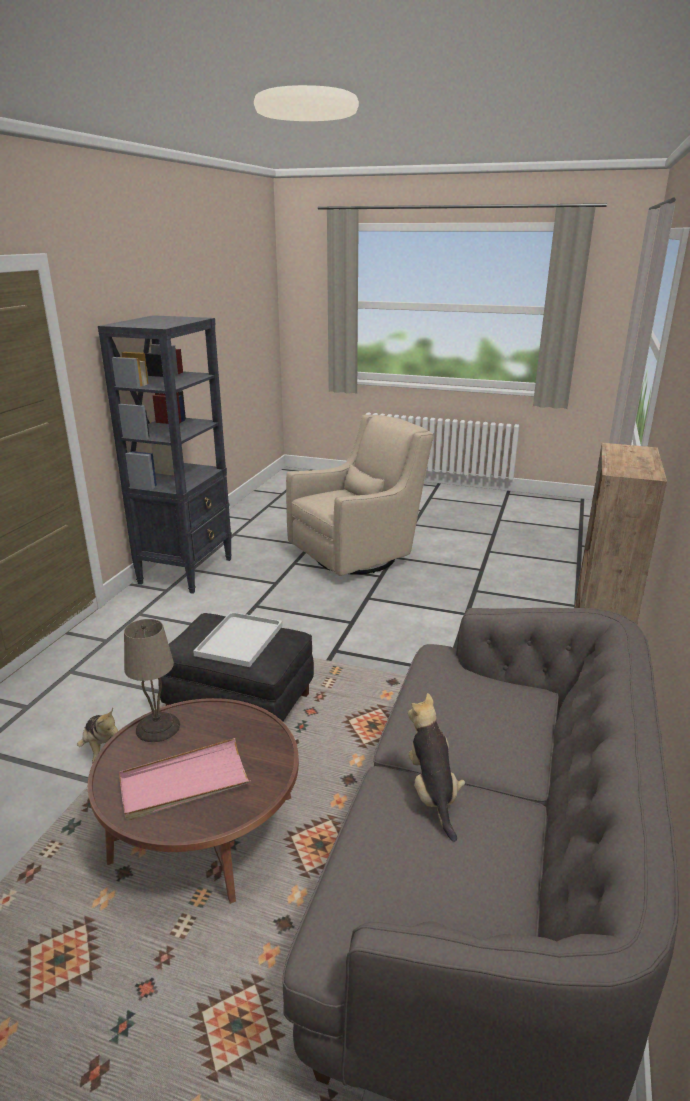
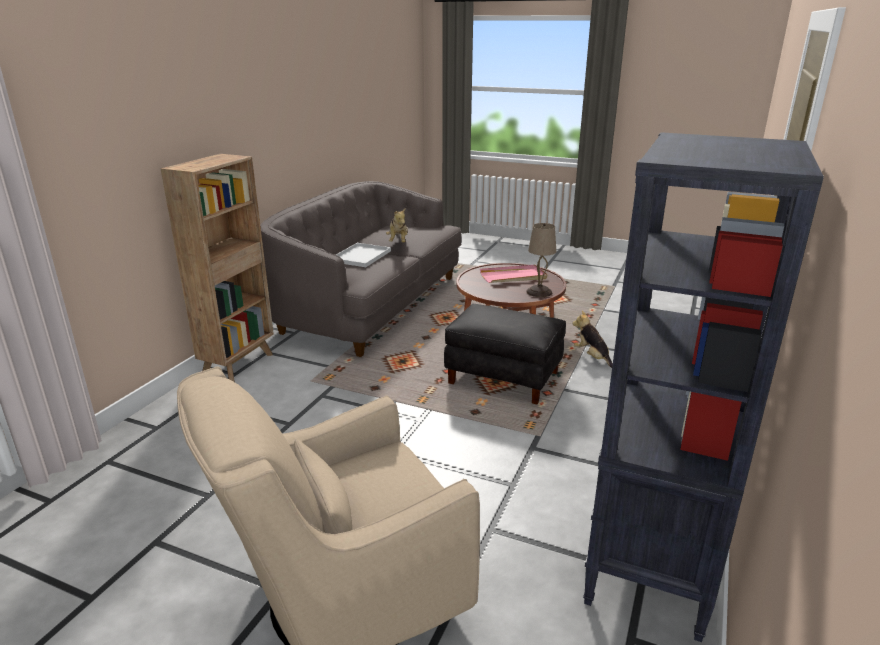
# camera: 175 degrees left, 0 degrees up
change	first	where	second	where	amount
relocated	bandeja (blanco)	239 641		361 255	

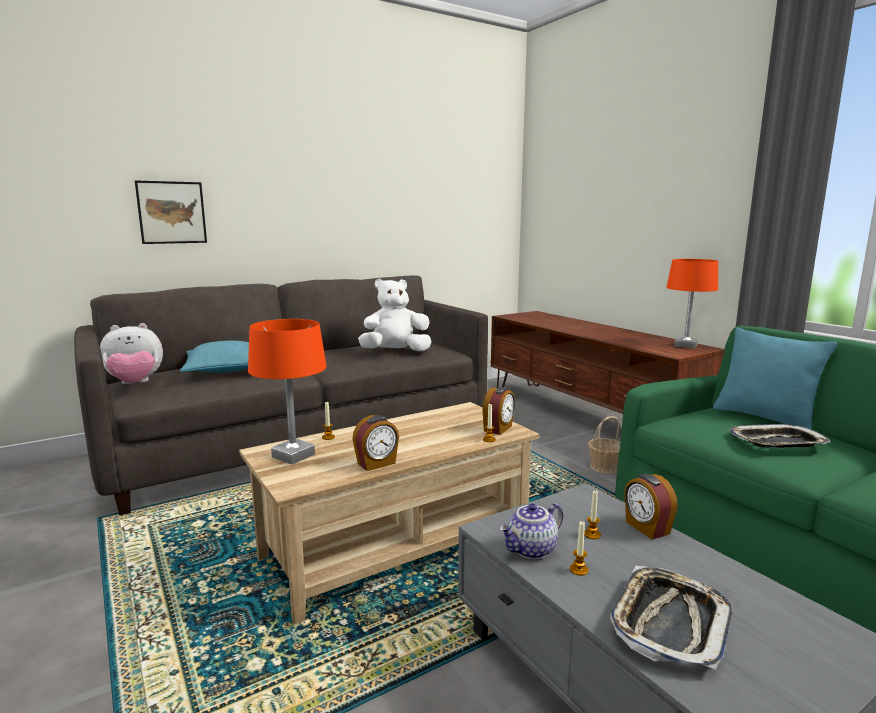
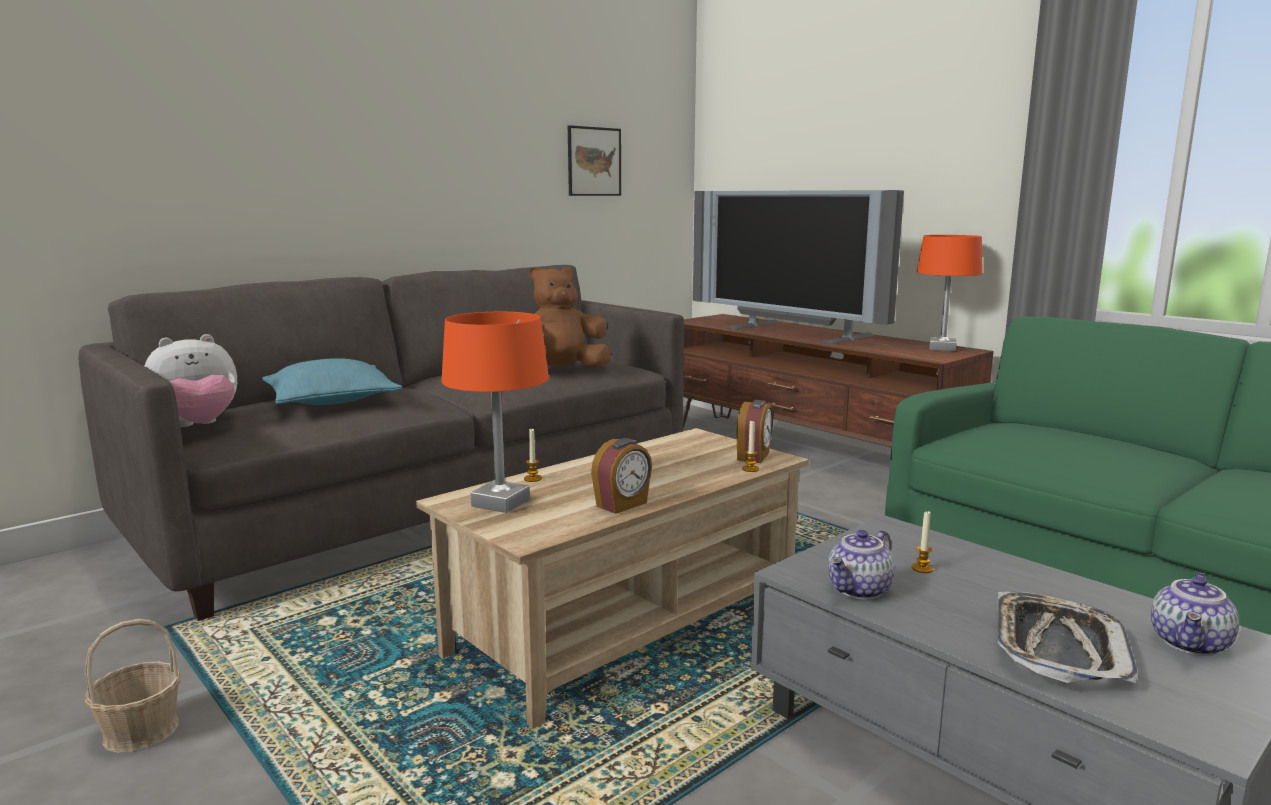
# camera: 10 degrees left, 0 degrees up
change	first	where	second	where	amount
relocated	cuadro	172 212		594 161	
colour	peluche (blanco)	395 352	peluche (marrón)	561 370	
missing	cojín (turquesa)	764 418			
relocated	cesta	604 467		140 731	
missing	bandeja	777 443			
missing	despertador	646 528			
missing	vela	578 570			
appeared			televisor	790 333	
appeared			tetera	1191 644	

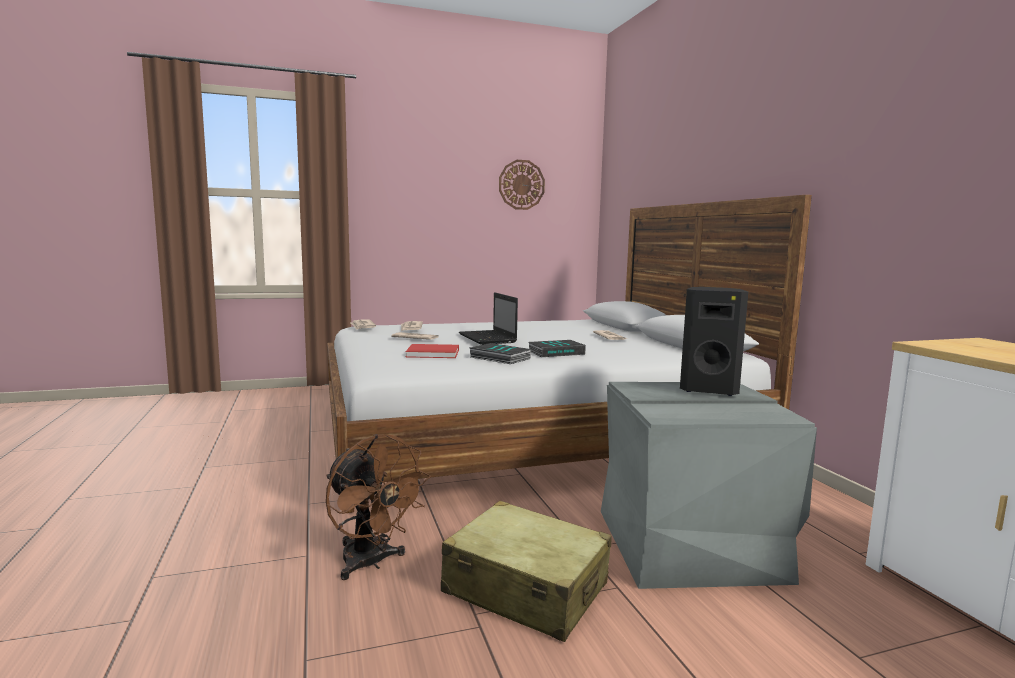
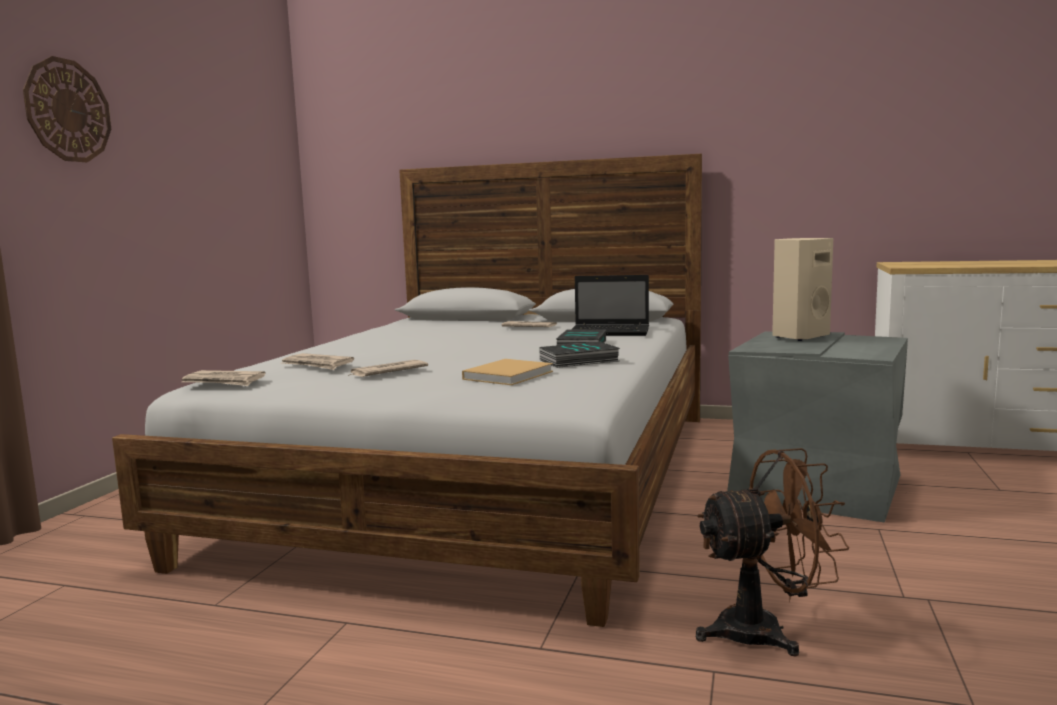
# camera: 55 degrees left, 0 degrees up
change	first	where	second	where	amount
relocated	reloj de pared	521 185		68 110	
colour	altavoz (negro)	708 389	altavoz (beis)	798 337	
relocated	portátil	488 339		611 332	
colour	libro (rojo)	434 353	libro (beis)	510 375	
missing	maleta (beis)	526 589			

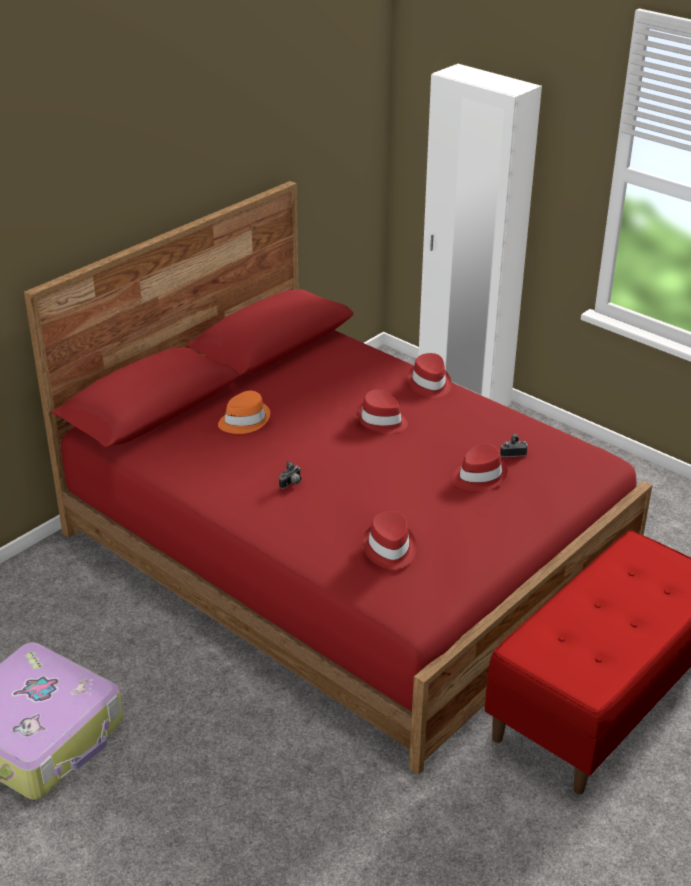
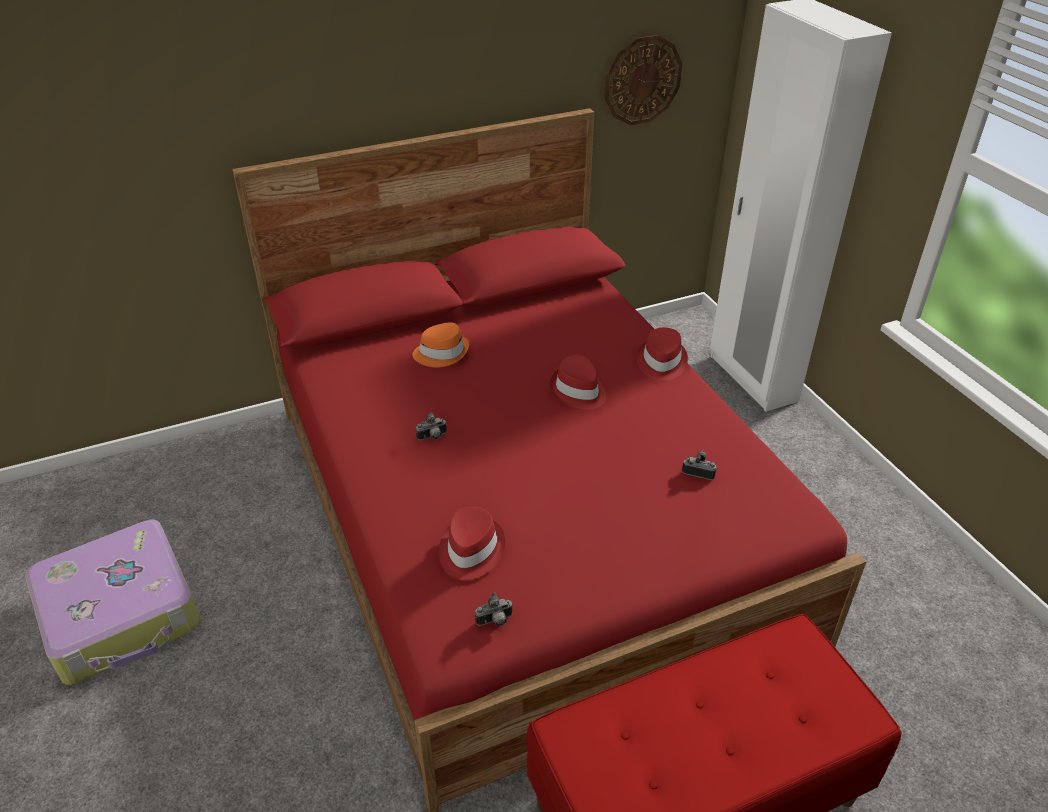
# camera: 25 degrees right, 5 degrees up
change	first	where	second	where	amount
missing	sombrero (rojo)	478 476			
appeared			reloj de pared	642 80	
appeared			cámara	495 621	

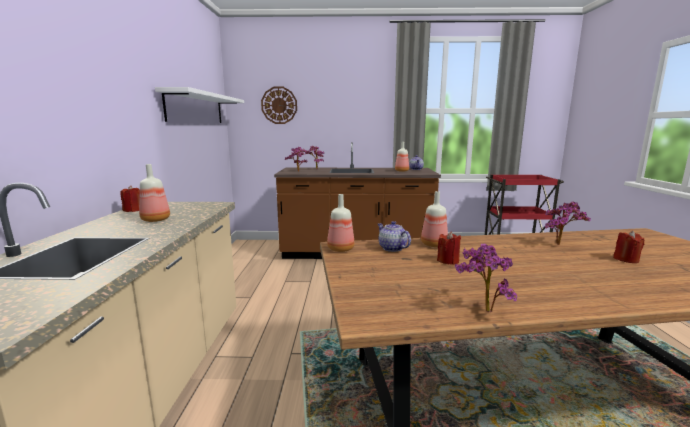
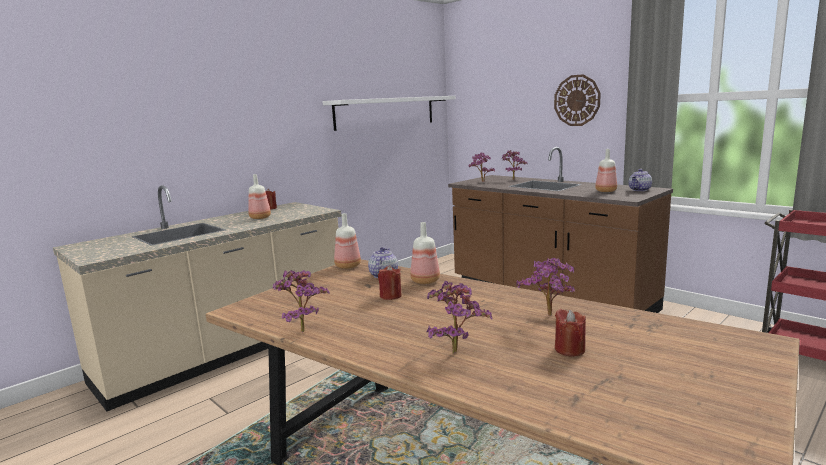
# camera: 45 degrees right, 0 degrees up
change	first	where	second	where	amount
relocated	reloj de pared	279 105		577 100	
appeared			planta en maceta	455 350	

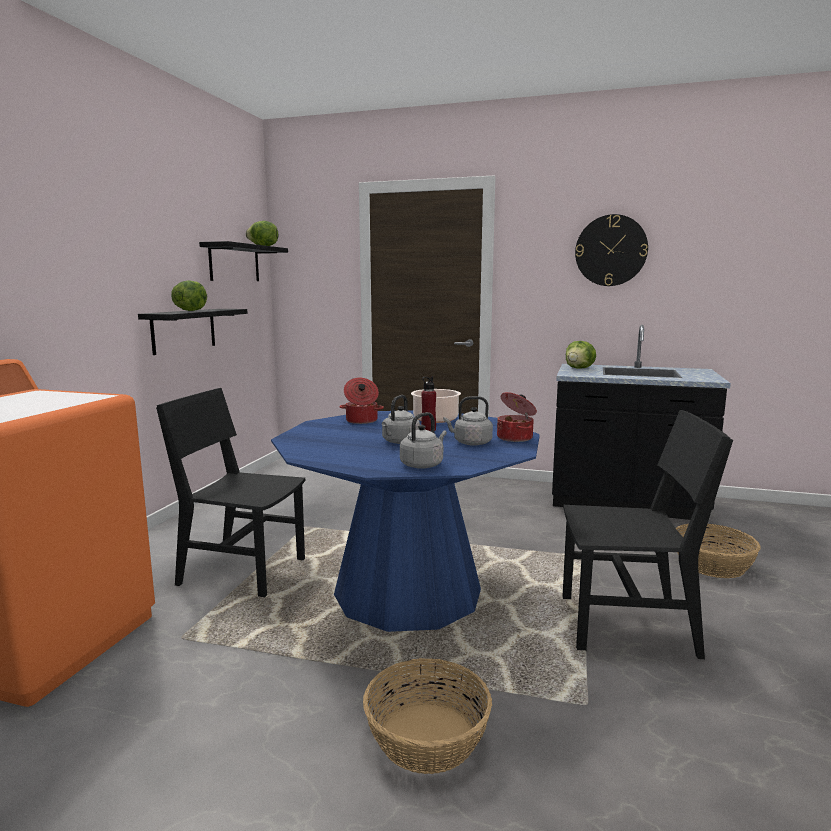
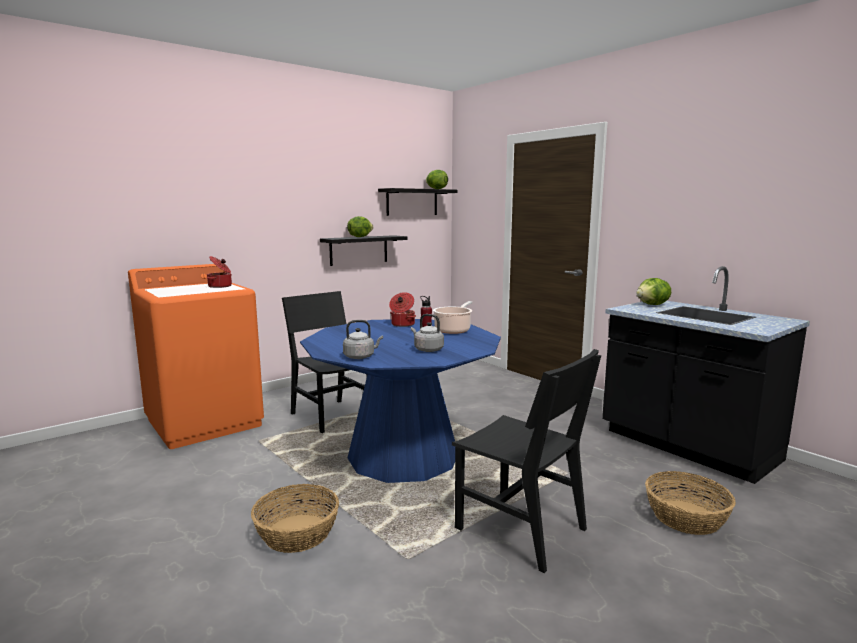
# camera: 35 degrees right, 0 degrees up
change	first	where	second	where	amount
missing	reloj de pared	611 250			
relocated	olla	515 438		220 286	
missing	hervidor (gris)	399 442			

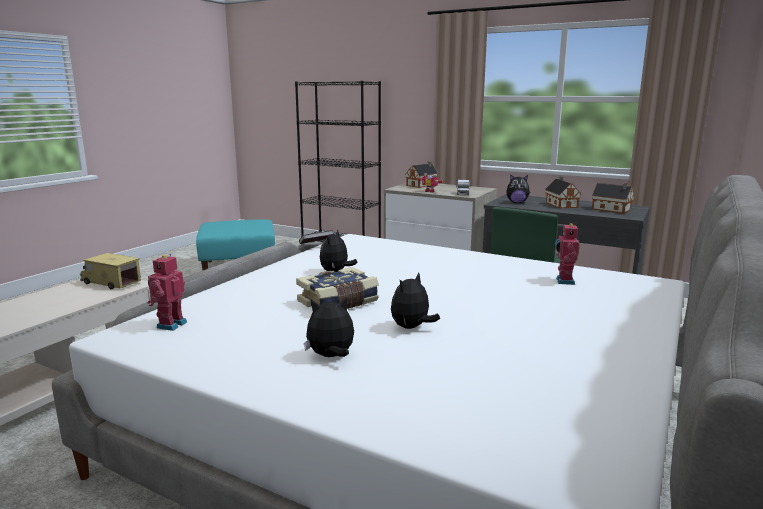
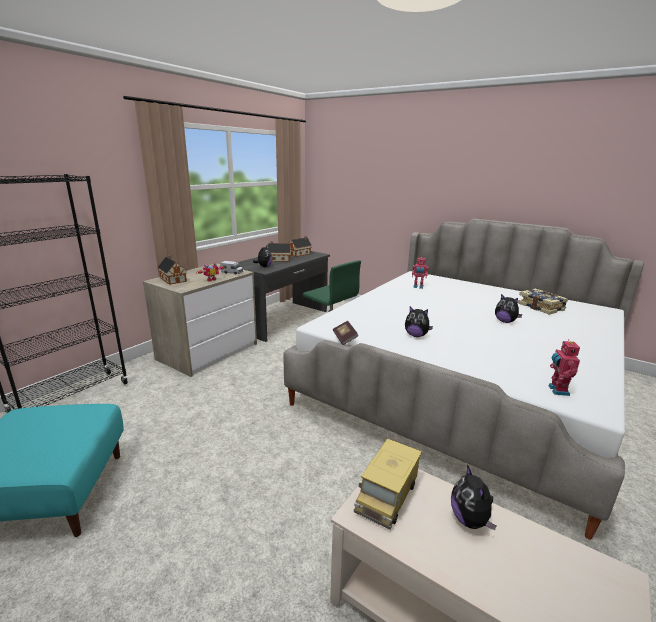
# camera: 85 degrees left, 5 degrees up
change	first	where	second	where	amount
spun	robot de juguete	170 325		557 390	75 degrees clockwise
relocated	libro	338 303		541 307	
relocated	peluche	331 356		470 520	

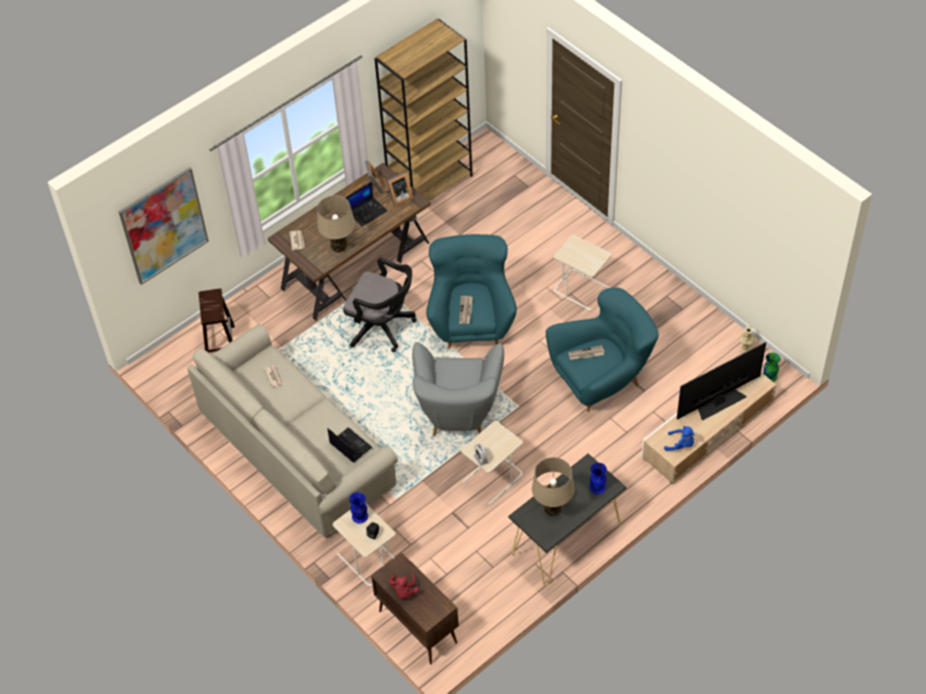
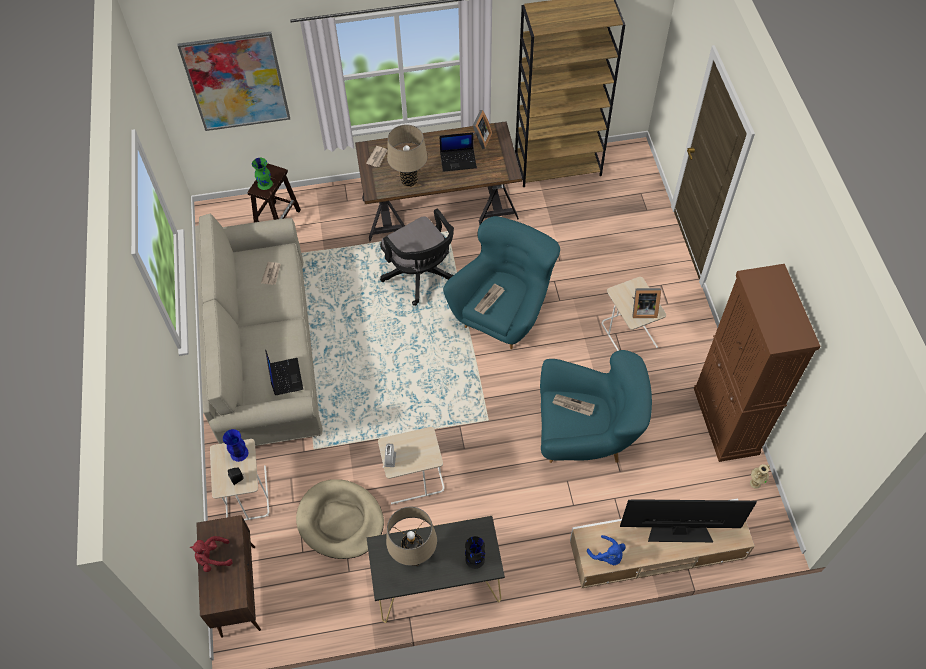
# camera: 30 degrees right, 5 degrees up
change	first	where	second	where	amount
relocated	portarretratos	398 197		642 310	
missing	sillón (gris)	458 413			
relocated	florero (verde)	769 376		265 183	
colour	florero (azul)	597 487	florero (negro)	475 559	
spun	peluche (rojo)	404 591		213 558	45 degrees clockwise
appeared			armario (marrón)	725 421	
appeared			cama para perro (beis)	340 521	

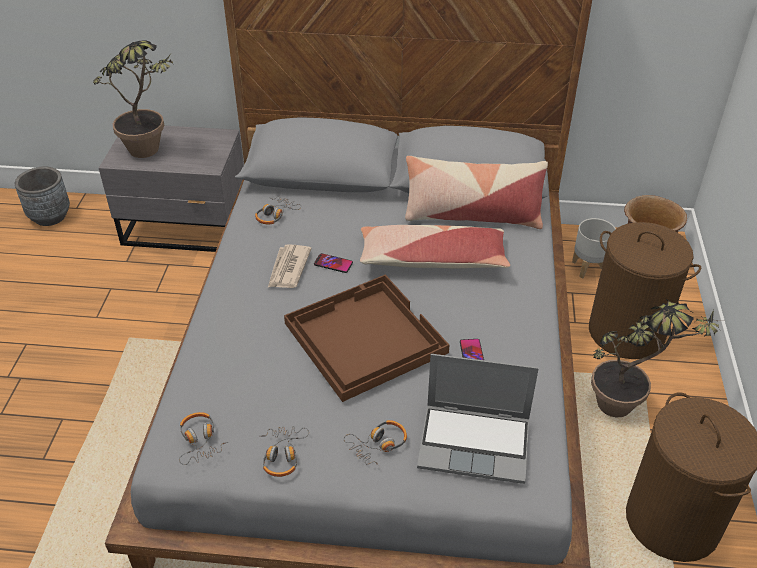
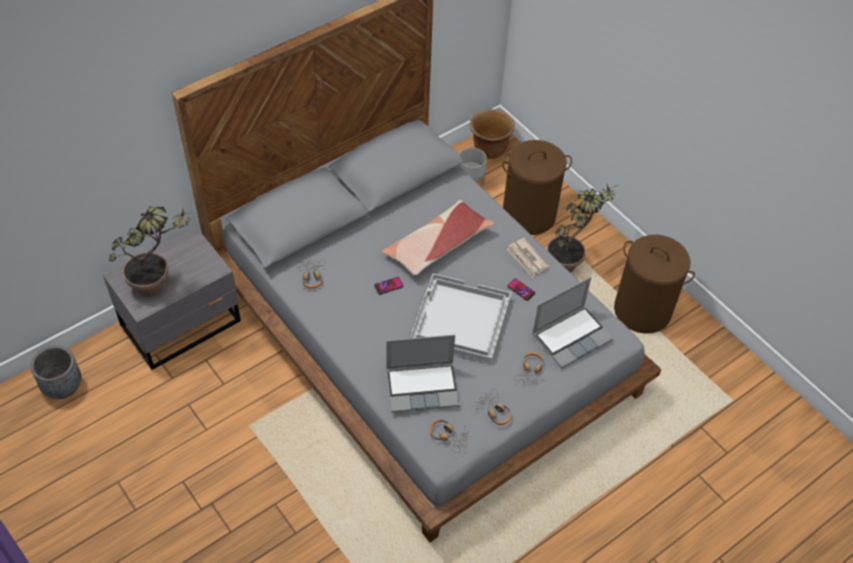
# camera: 45 degrees left, 10 degrees up
change	first	where	second	where	amount
missing	cojín	472 215			
relocated	periódico	288 269		527 259	
colour	bandeja (marrón)	363 337	bandeja (blanco)	459 319	
appeared			portátil	423 387	

